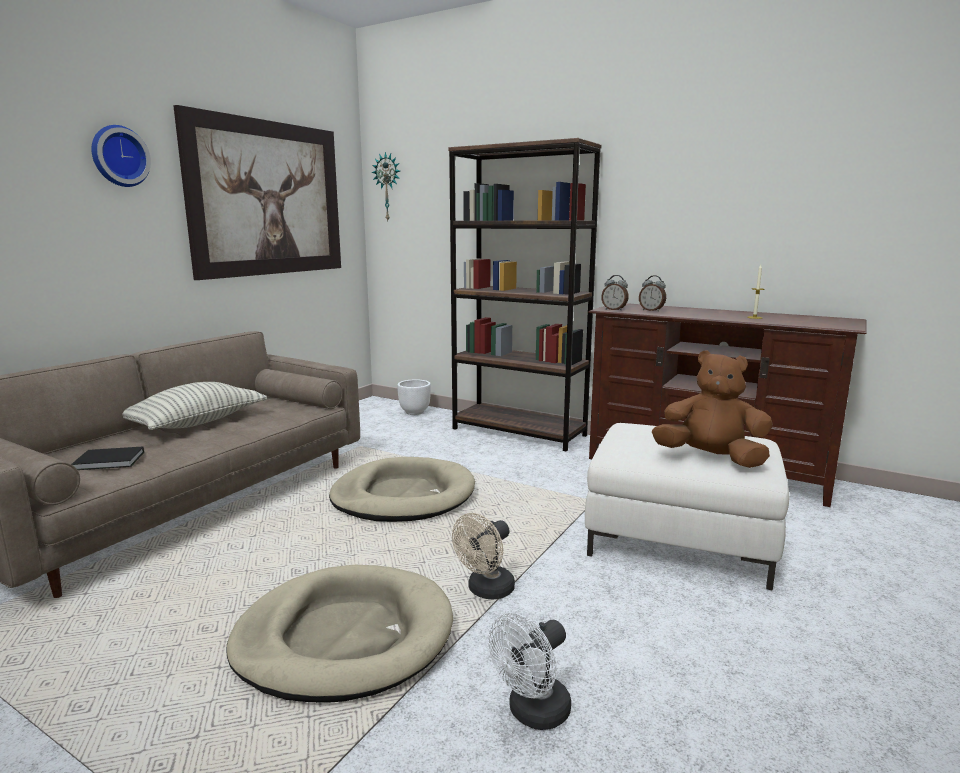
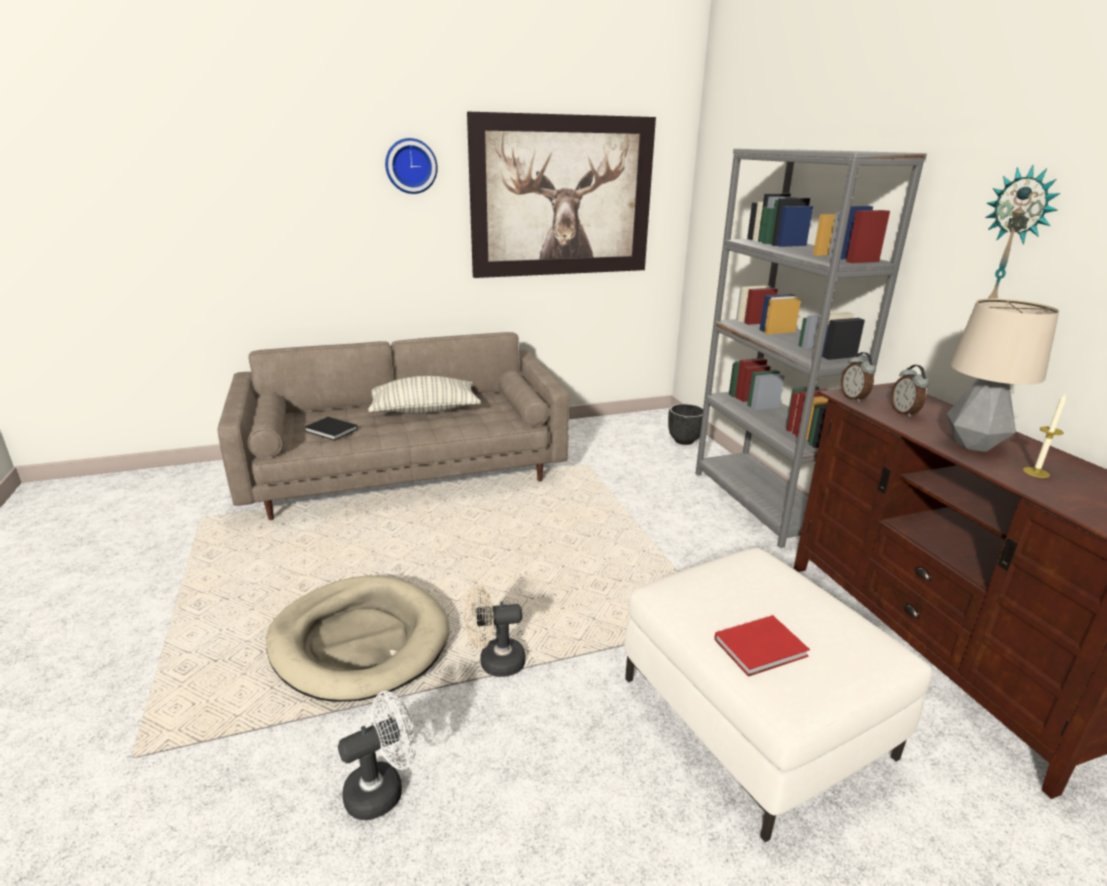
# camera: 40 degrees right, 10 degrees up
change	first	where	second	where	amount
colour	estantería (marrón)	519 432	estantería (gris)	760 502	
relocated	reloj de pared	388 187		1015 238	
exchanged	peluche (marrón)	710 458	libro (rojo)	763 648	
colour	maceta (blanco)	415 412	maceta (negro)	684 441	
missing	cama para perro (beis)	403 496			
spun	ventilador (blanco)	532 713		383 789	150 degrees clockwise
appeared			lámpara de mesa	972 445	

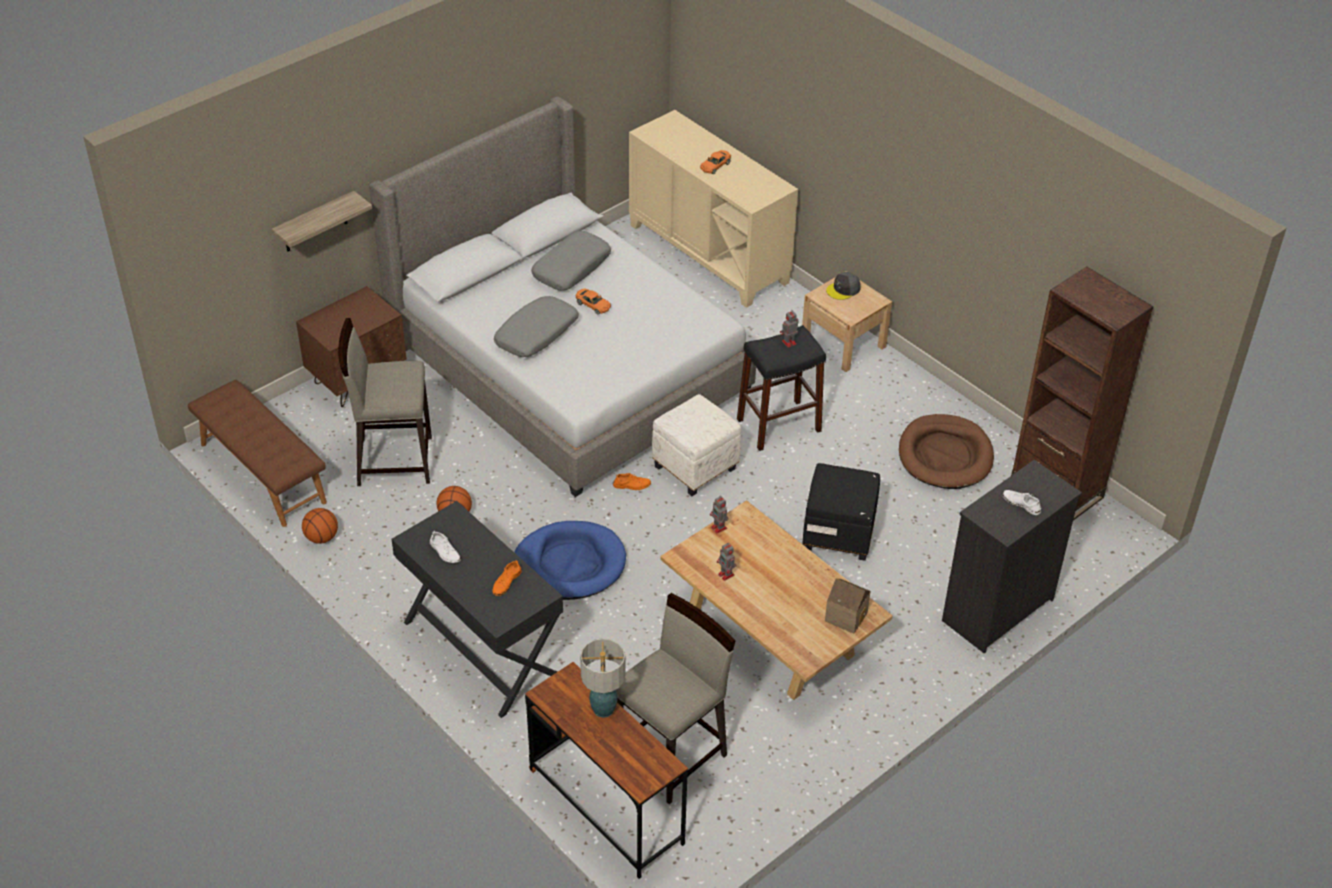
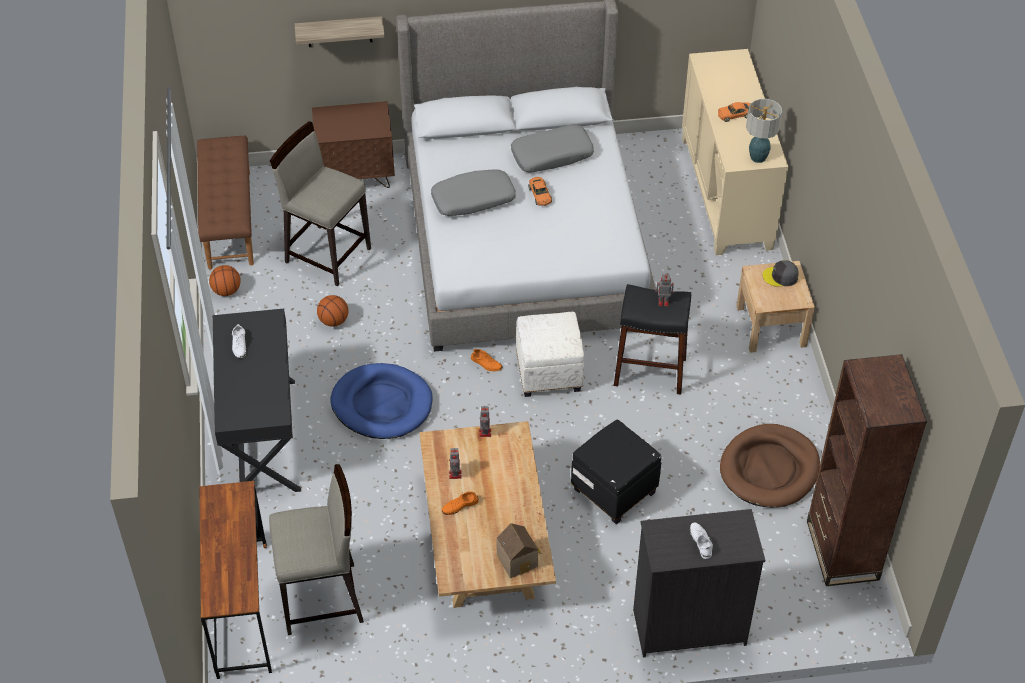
# camera: 35 degrees right, 5 degrees up
change	first	where	second	where	amount
relocated	zapato (naranja)	506 582		460 506	
relocated	lámpara de mesa	604 709		758 157	

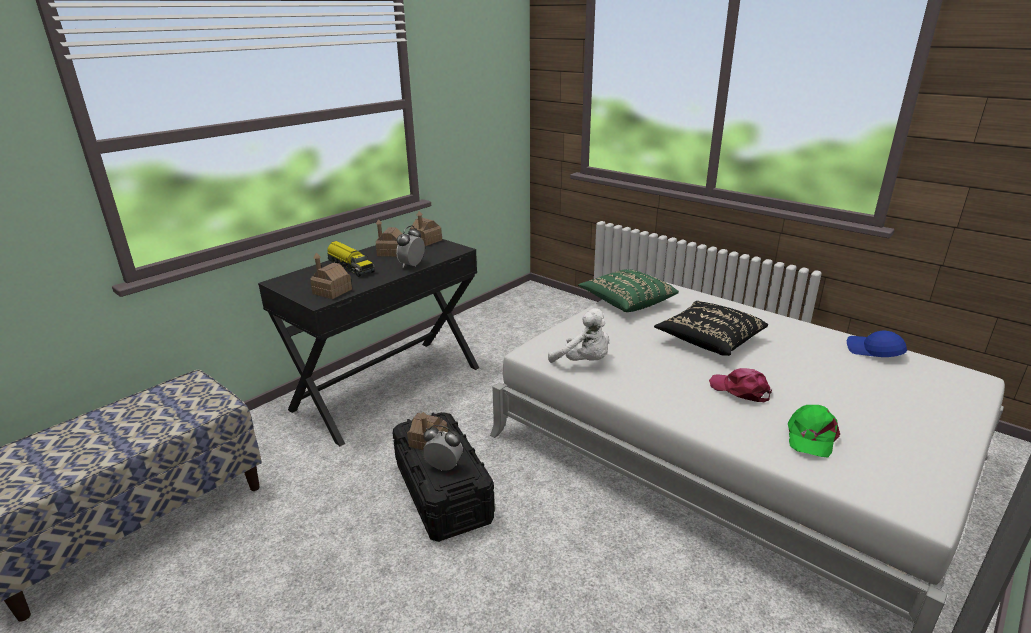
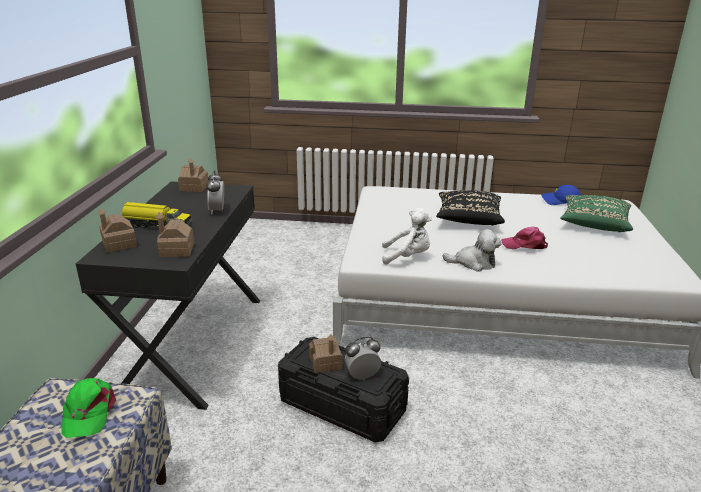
# camera: 35 degrees left, 0 degrees up
change	first	where	second	where	amount
relocated	casita	391 252		119 244	
relocated	cojín (verde)	627 302		594 224	
relocated	gorra (verde)	810 436		88 413	
appeared			peluche	473 263	

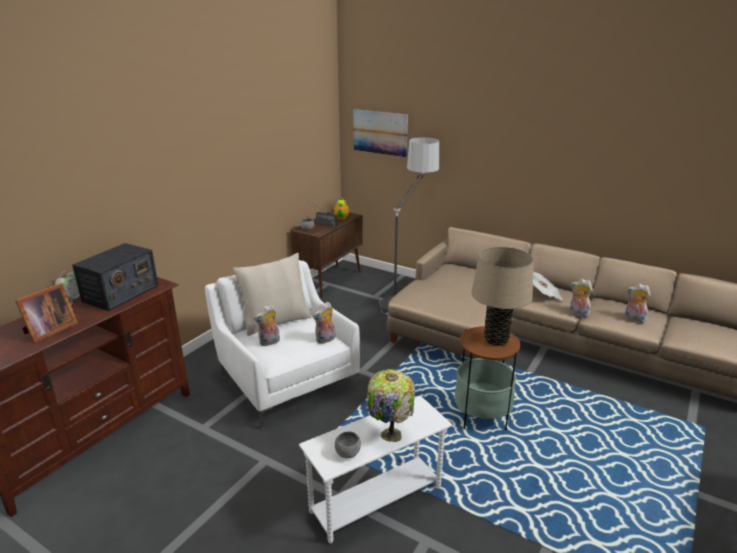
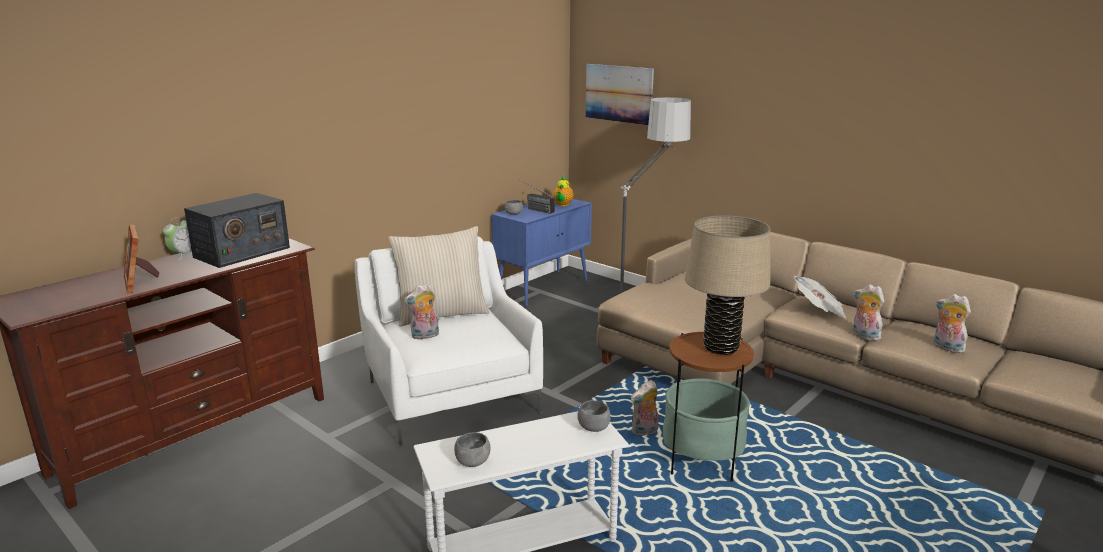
# camera: 10 degrees right, 5 degrees down
change	first	where	second	where	amount
colour	armario (marrón)	329 280	armario (azul)	543 288	
spun	portarretratos	49 331		141 282	105 degrees clockwise
relocated	peluche	325 340		645 432	
missing	lámpara de mesa	389 435			
appeared			cuenco (gris)	593 428	

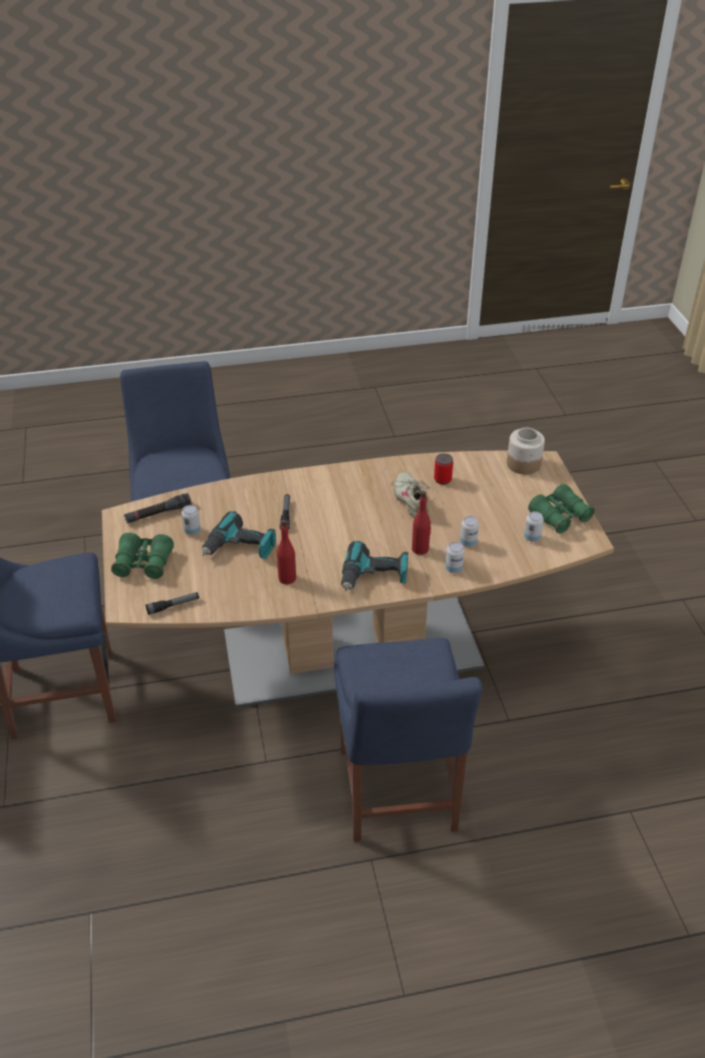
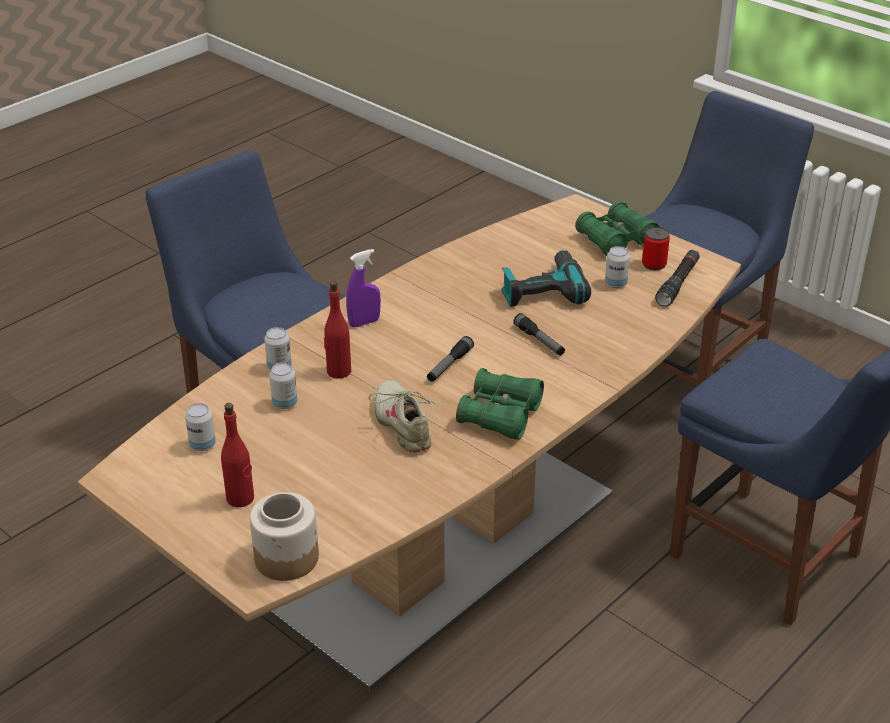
# camera: 145 degrees right, 5 degrees down
change	first	where	second	where	amount
relocated	lata	442 479		654 264	
spun	zapato (beis)	412 501		404 424	150 degrees counterclockwise
relocated	prismáticos (verde)	559 516		500 415	
relocated	botella (rojo)	287 578		240 498	
exchanged	taladro	374 577	pulverizador (morado)	364 322	
relocated	linterna	173 606		449 365	

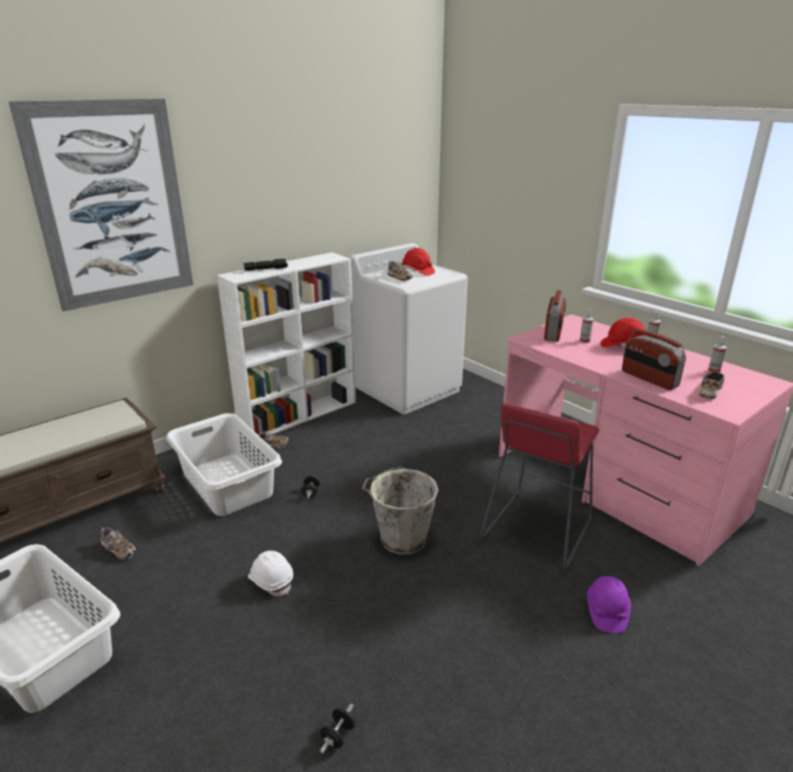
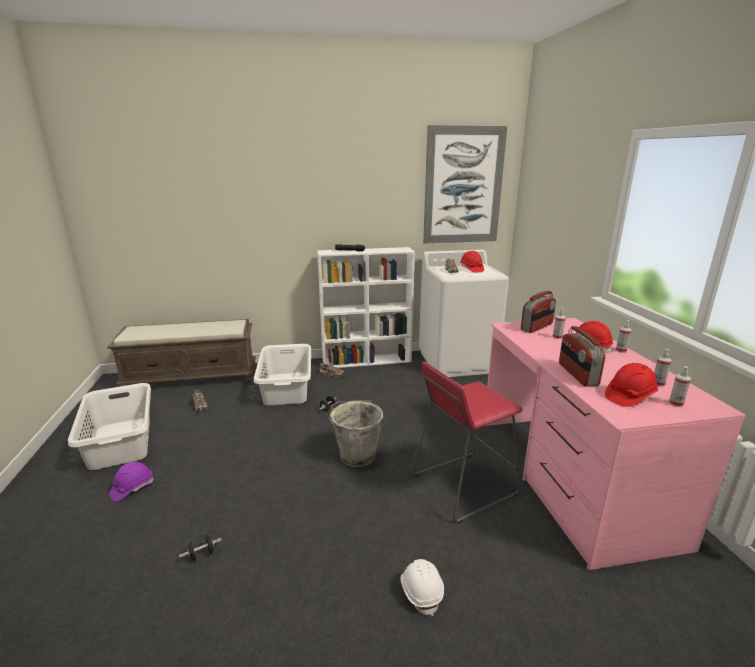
# camera: 30 degrees right, 5 degrees down
change	first	where	second	where	amount
relocated	cuadro	112 205		463 186	
exchanged	zapato	710 390	casco (rojo)	629 396	
relocated	casco (blanco)	271 581		421 591	
relocated	casco (morado)	606 611		132 488	
appeared			pulverizador	676 403	

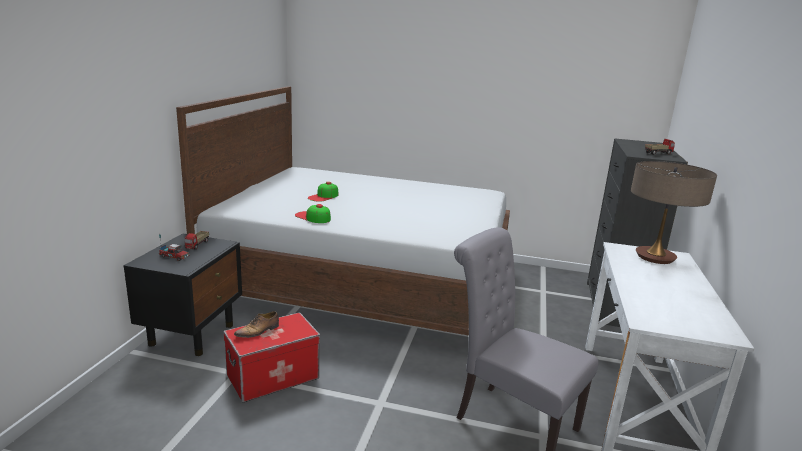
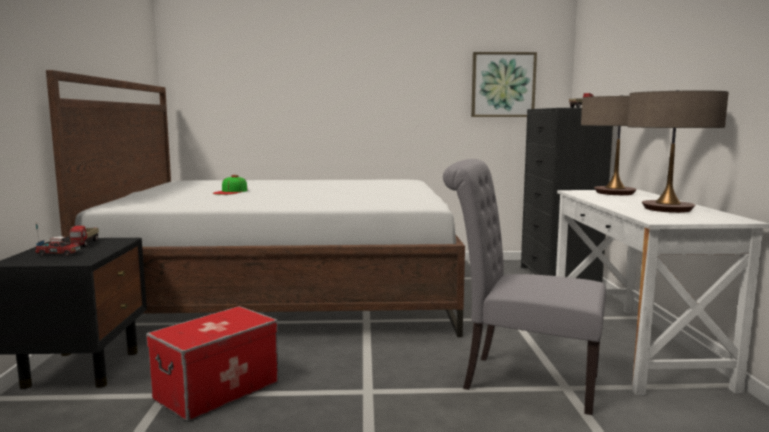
# camera: 15 degrees left, 10 degrees down
change	first	where	second	where	amount
missing	gorra	313 217			
missing	zapato	258 331			
appeared			cuadro	503 85	
appeared			lámpara de mesa	667 209	

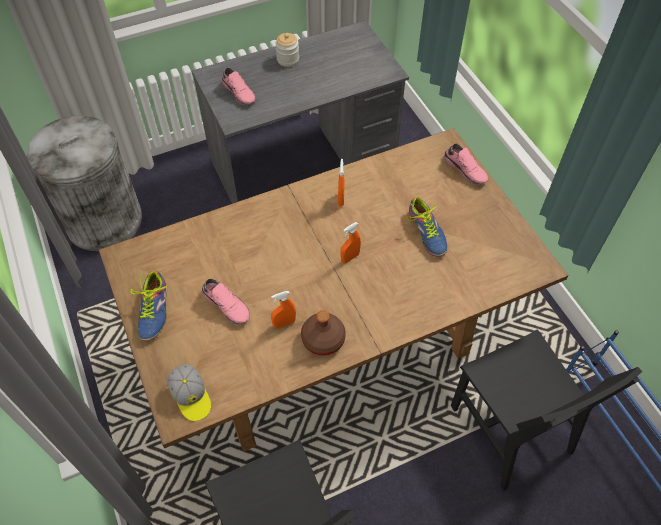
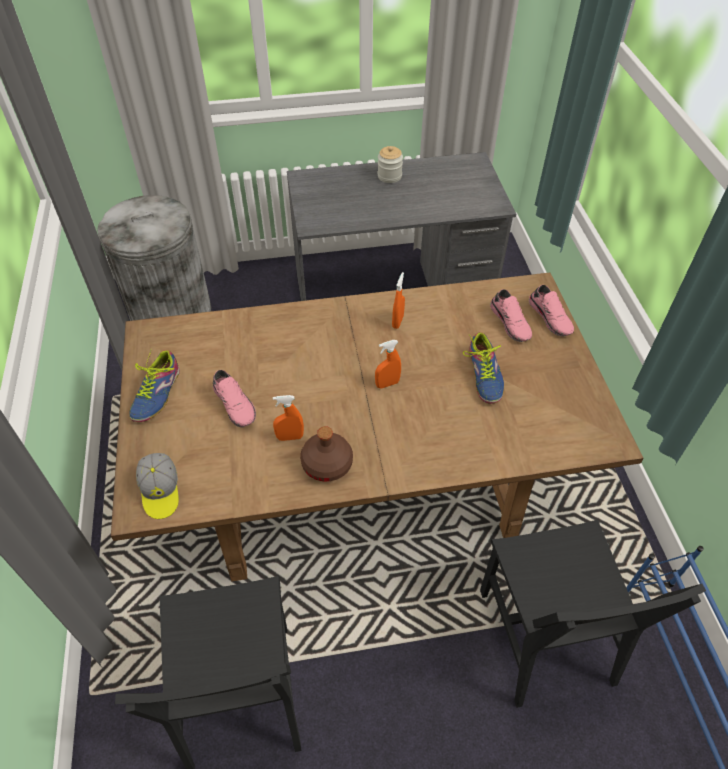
# camera: 15 degrees right, 5 degrees down
change	first	where	second	where	amount
relocated	zapato (rosa)	240 92		511 323	

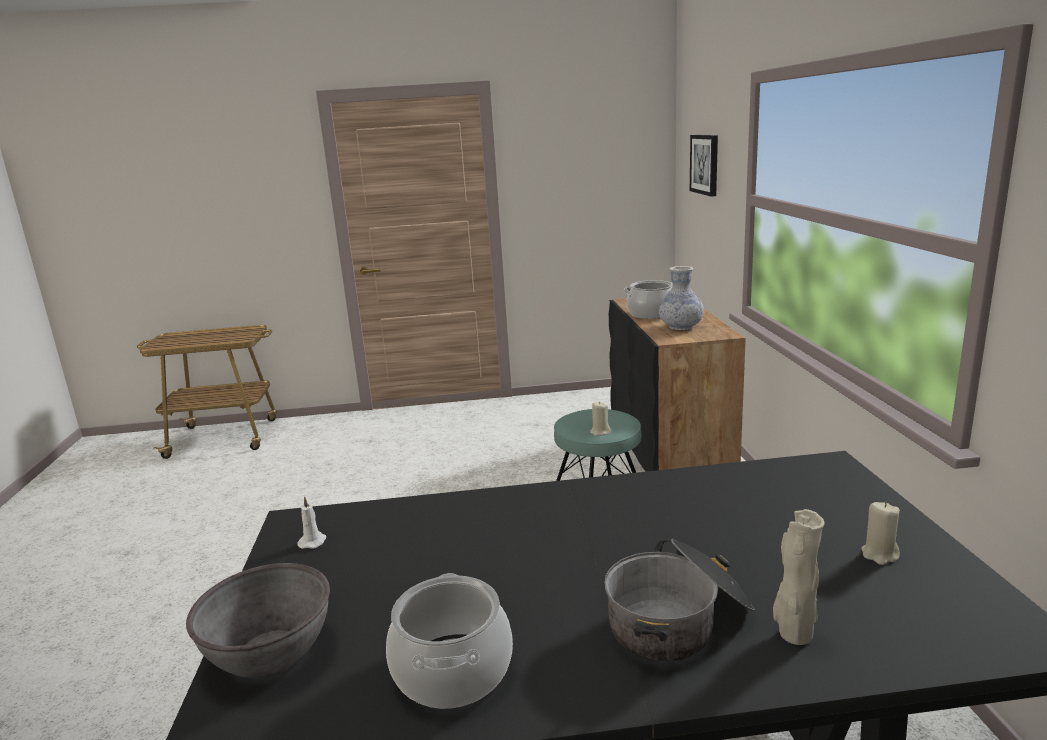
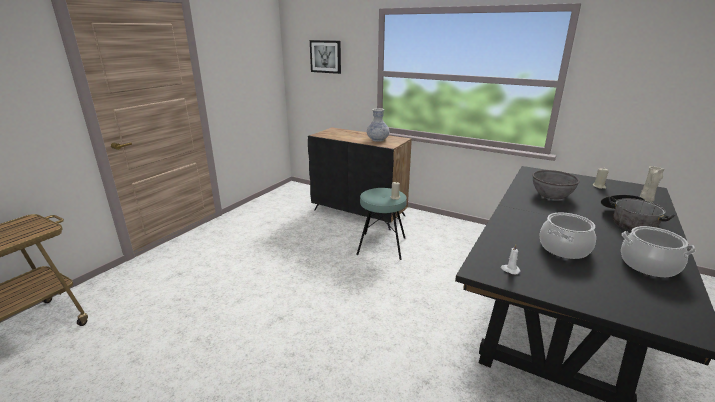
# camera: 55 degrees left, 5 degrees up
change	first	where	second	where	amount
relocated	olla	651 314		564 248	
relocated	cuenco (gris)	270 653		551 195	

